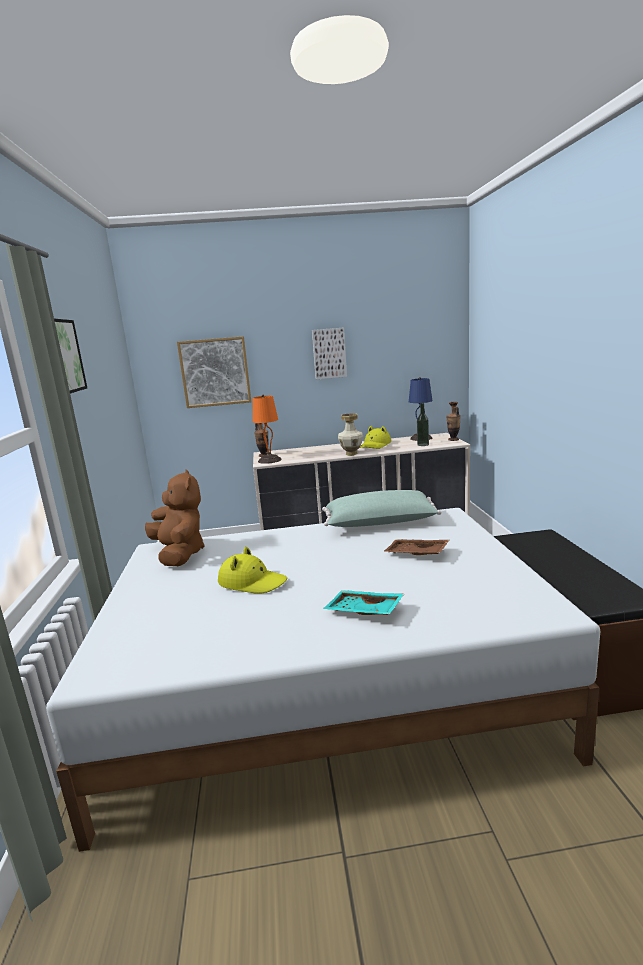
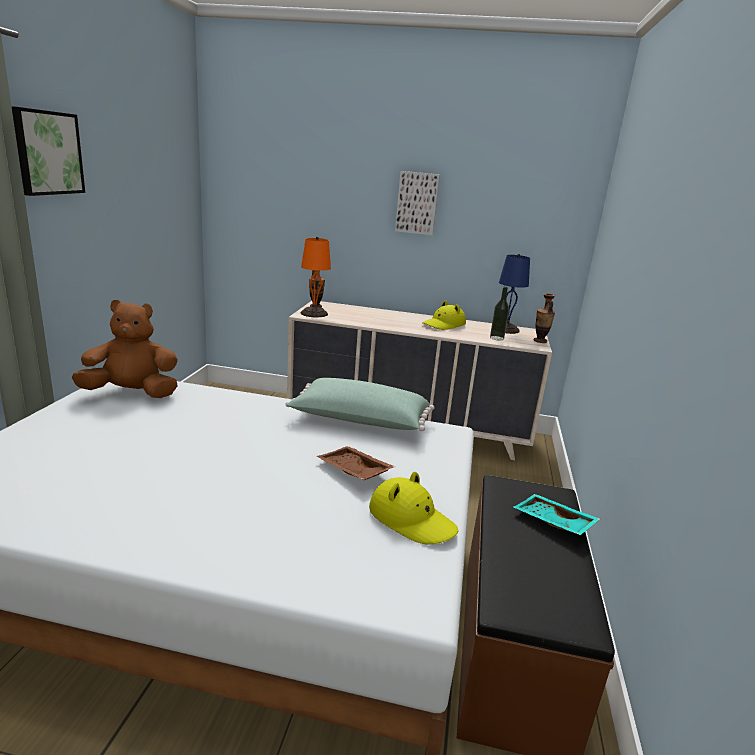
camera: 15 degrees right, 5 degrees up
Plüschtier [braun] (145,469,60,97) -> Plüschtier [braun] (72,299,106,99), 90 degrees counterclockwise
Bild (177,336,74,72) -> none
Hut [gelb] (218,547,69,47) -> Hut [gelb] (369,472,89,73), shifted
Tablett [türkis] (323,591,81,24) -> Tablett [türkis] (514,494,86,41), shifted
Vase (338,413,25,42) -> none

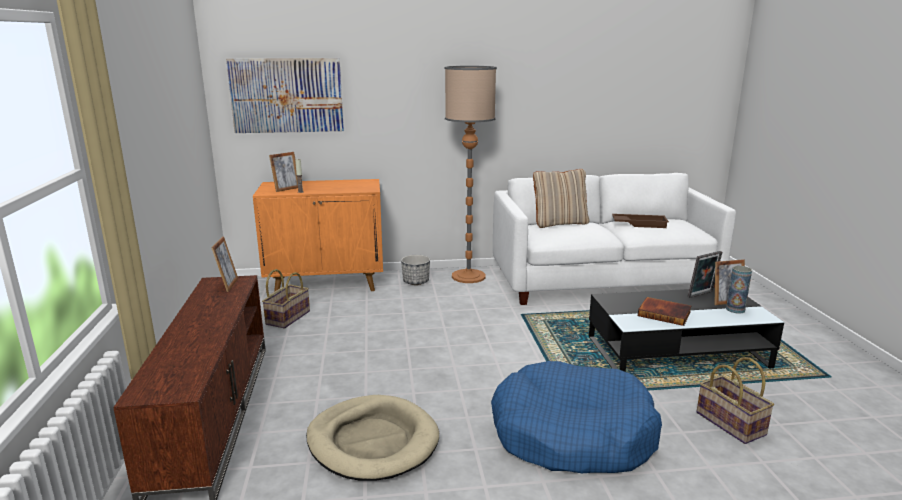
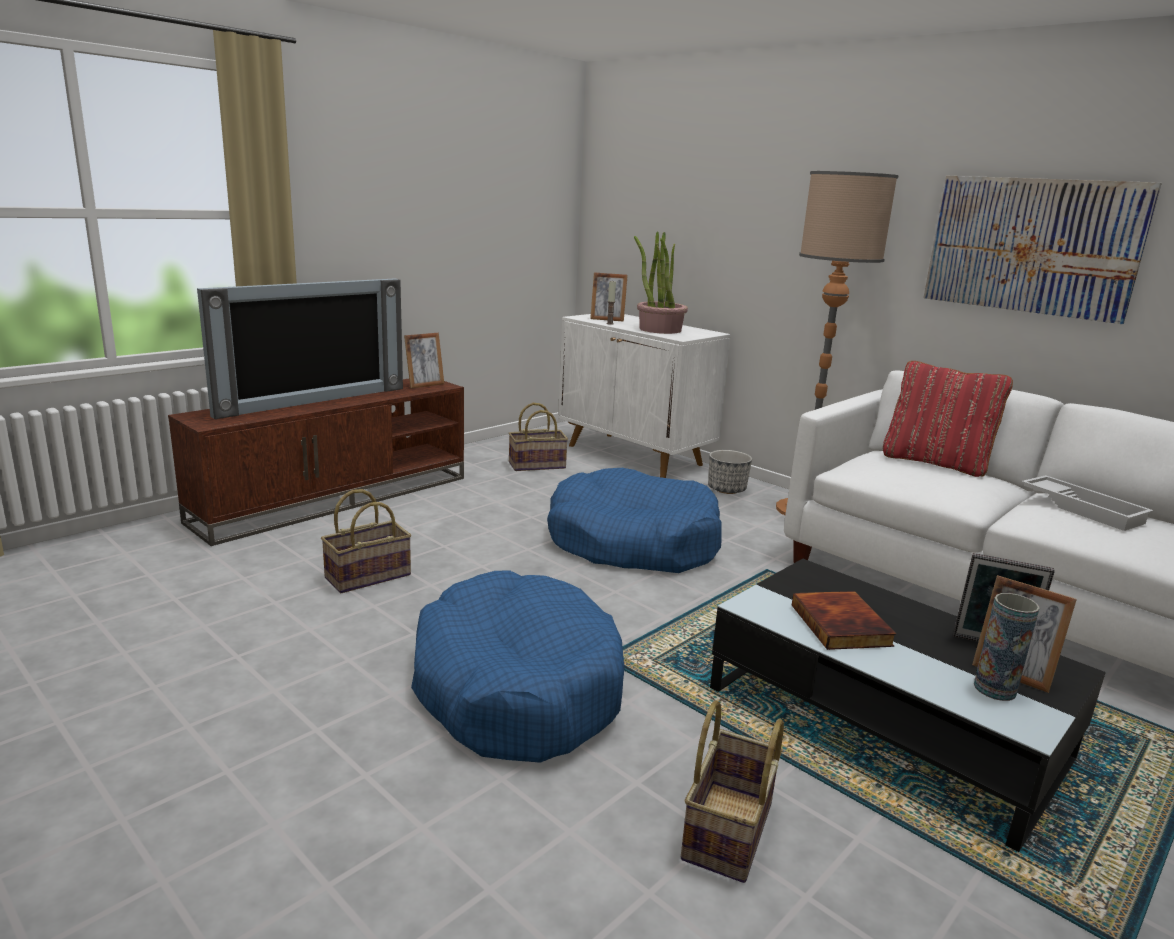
camera: 50 degrees right, 0 degrees up
Bild (226,58,118,75) -> Bild (923,176,239,148), shifted
Schrank [orange] (253,179,130,113) -> Schrank [weiß] (558,314,173,164)
Hundebett [beige] (306,395,133,86) -> Korb (321,489,90,104)
Kissen [beige] (533,169,57,59) -> Kissen [rot] (883,361,130,116)
Tablett [braun] (612,214,57,14) -> Tablett [weiß] (1021,475,133,56)
none -> Fernseher (197,278,206,141)
none -> Hundebett [blau] (547,468,175,105)
none -> Topfpflanze (634,231,54,103)

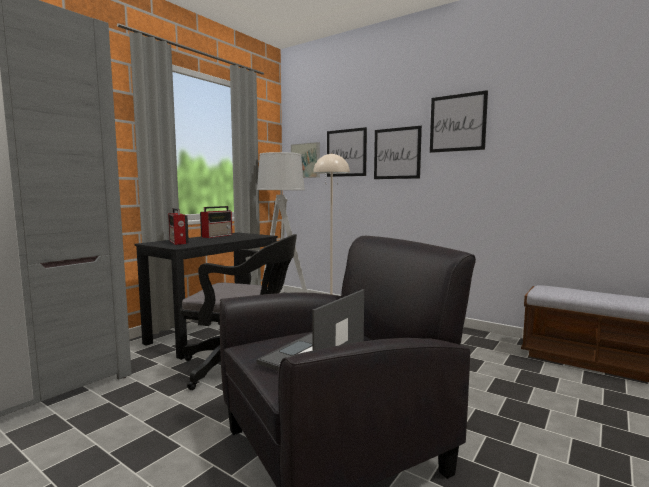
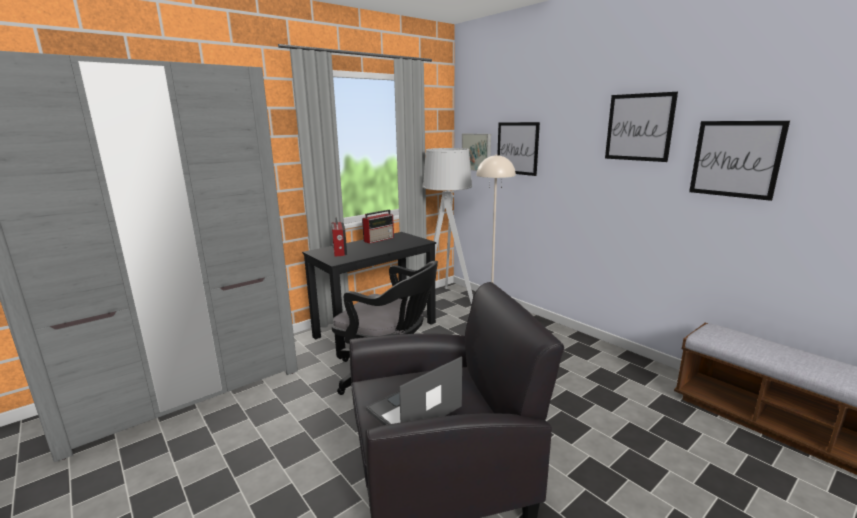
camera: 15 degrees right, 10 degrees up
Bild (374,126,48,53) -> Bild (689,121,101,80), shifted

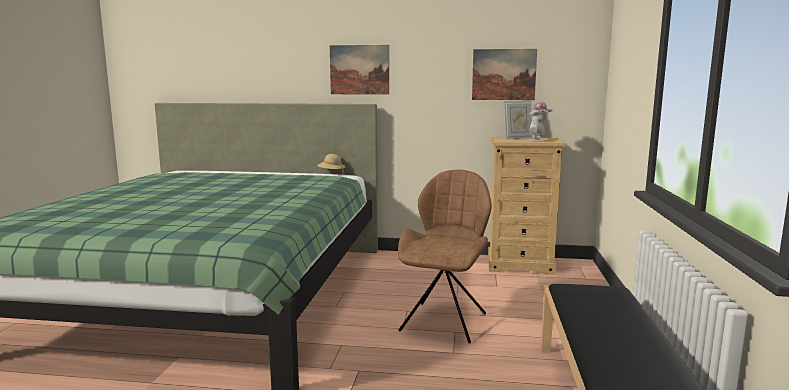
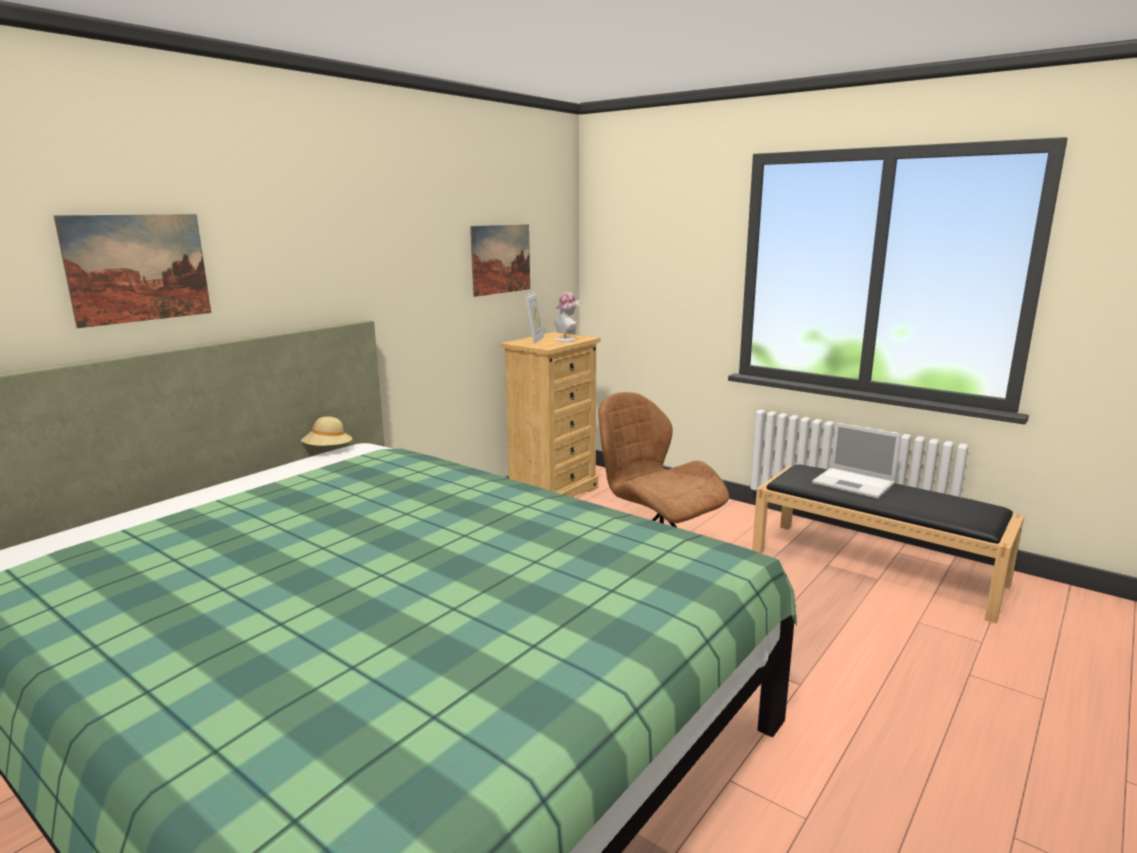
camera: 60 degrees left, 5 degrees up
Bild (330,45,59,50) -> Bild (54,214,157,114), shifted
none -> Laptop (812,423,89,76)

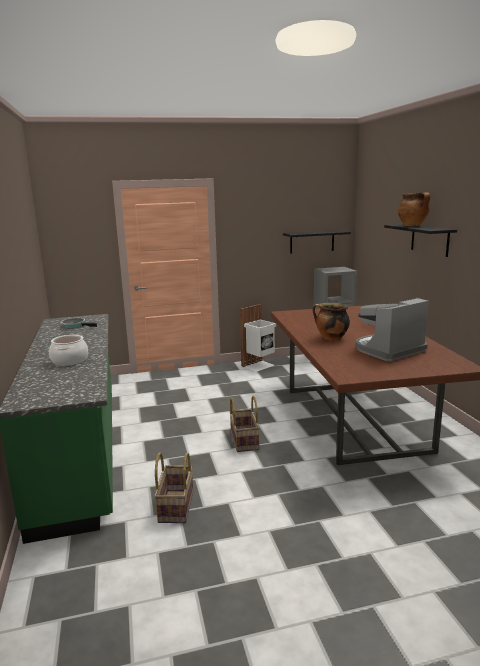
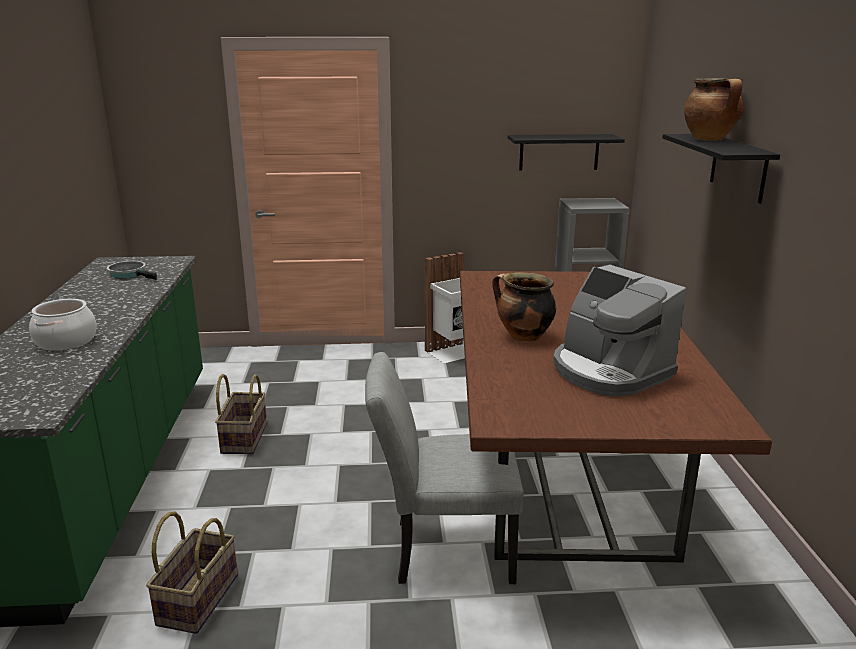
camera: 10 degrees right, 5 degrees up
Korb (229,395,31,57) -> Korb (215,374,52,80), shifted
Kaffeemaschine (355,297,74,64) -> Kaffeemaschine (553,265,133,131), 105 degrees counterclockwise
none -> Stuhl [grau] (365,352,159,232)

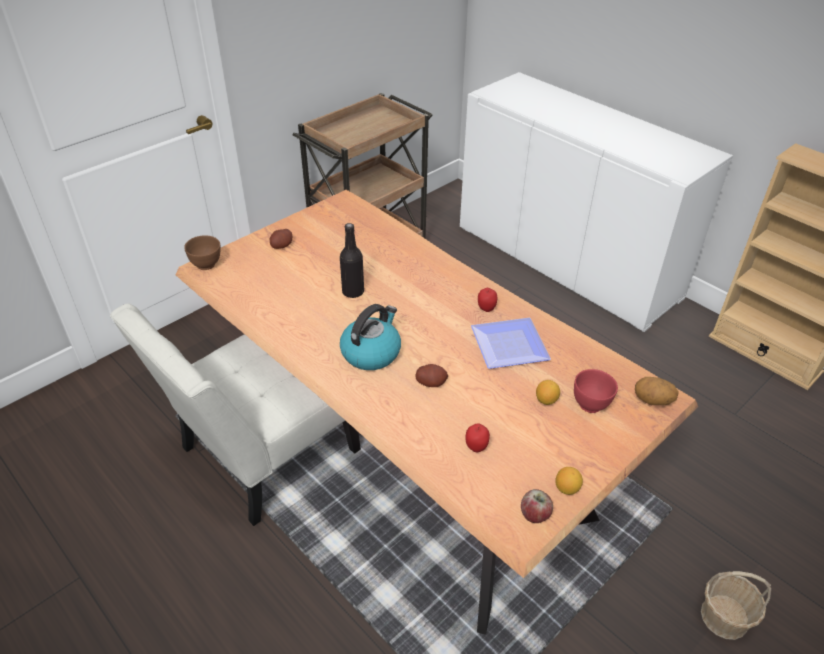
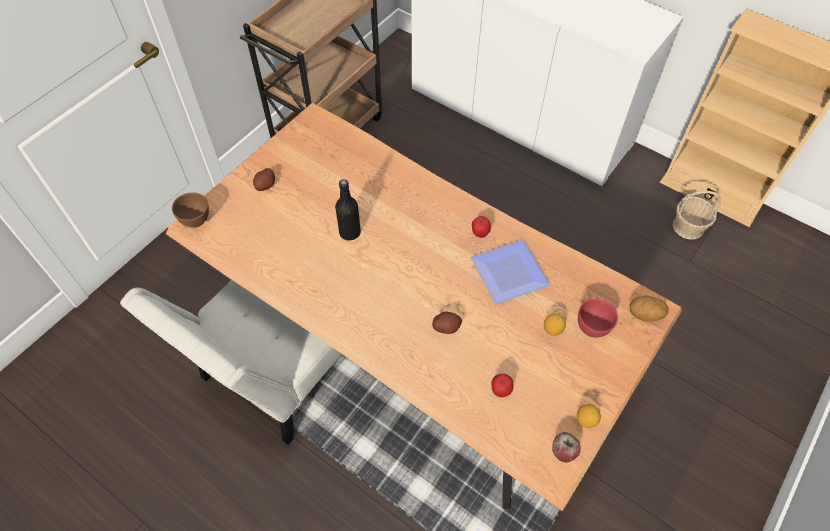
camera: 10 degrees left, 15 degrees up
Wasserkessel (340,304,61,66) -> none
Korb (701,571,70,69) -> Korb (673,191,48,49), shifted

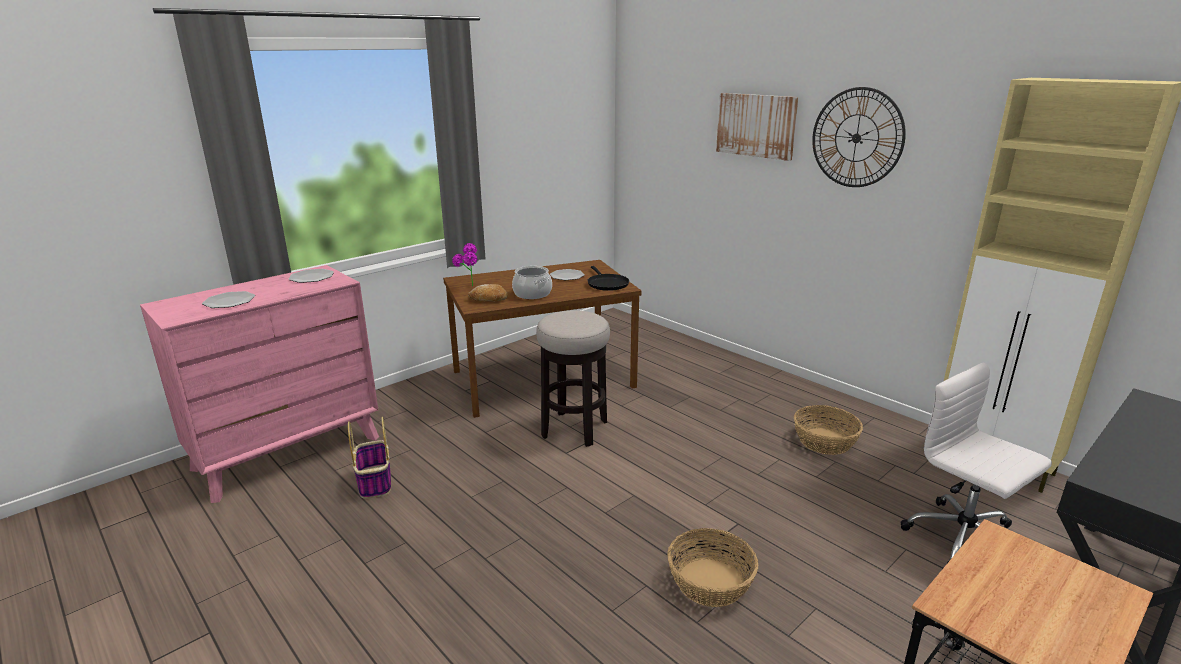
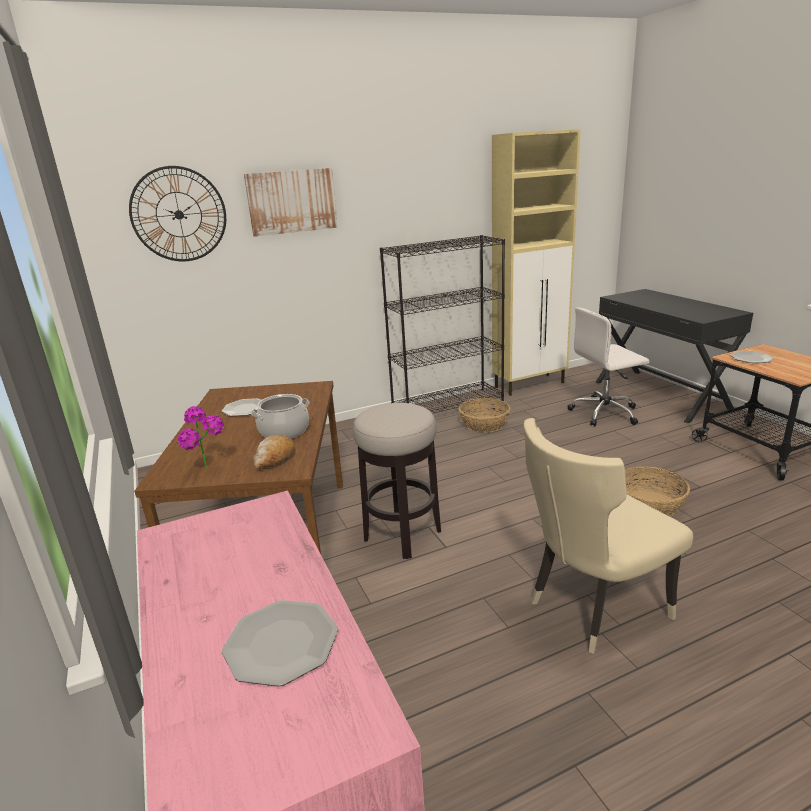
camera: 70 degrees left, 0 degrees up
Teller (289,269,45,14) -> Teller (730,351,44,12), shifted
Korb (348,417,43,82) -> none
Pfanne [schwarz] (587,266,42,25) -> none
Wanduhr (812,87,94,100) -> Wanduhr (129,166,97,95), shifted
none -> Bücherregal [schwarz] (380,235,125,178)
none -> Stuhl [beige] (524,418,169,236)

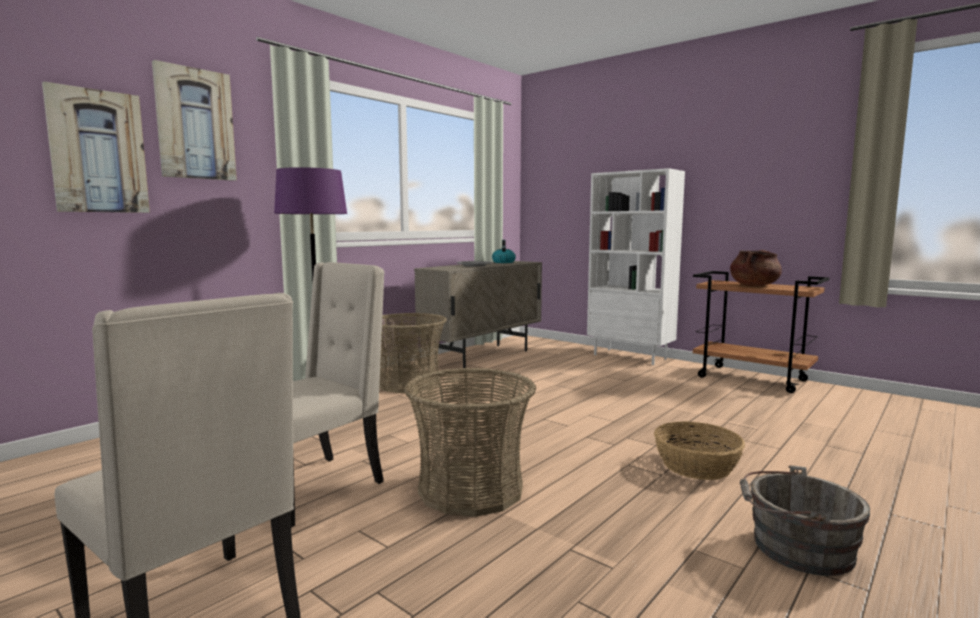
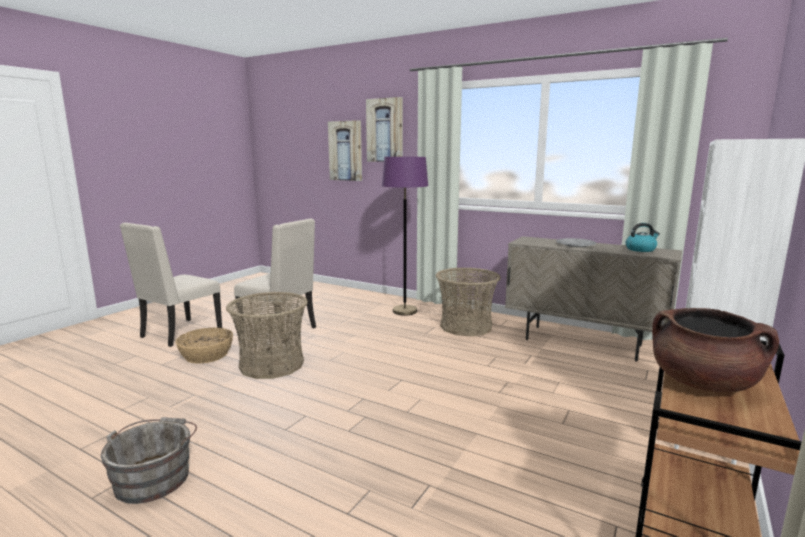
camera: 80 degrees right, 5 degrees up
Korb (654,422,91,58) -> Korb (175,327,58,36), shifted

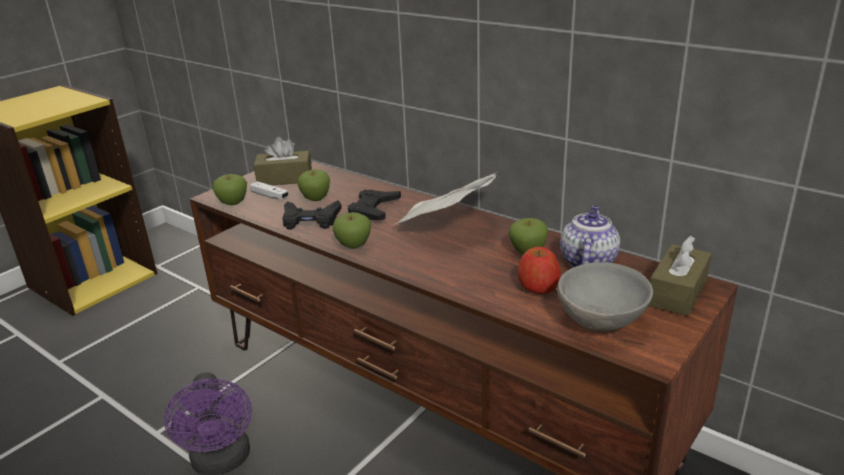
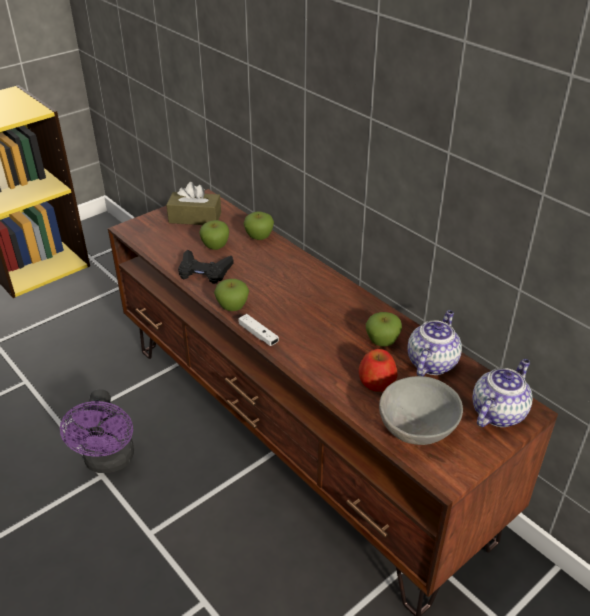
camera: 10 degrees right, 10 degrees up
Apfel (212,174,35,31) -> Apfel (243,211,31,29), shifted
Gamepad [weiß] (250,181,39,18) -> Gamepad [weiß] (238,314,41,32), shifted
Gamepad [schwarz] (348,190,53,30) -> none
Zeitung (395,172,102,52) -> none
Taschentuchbox [braun] (649,235,63,81) -> Teekanne (472,359,61,68)

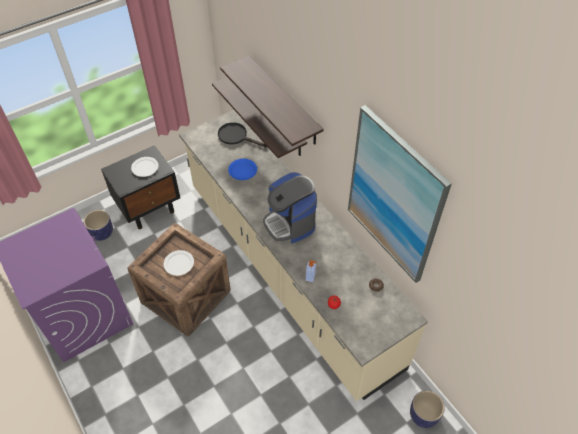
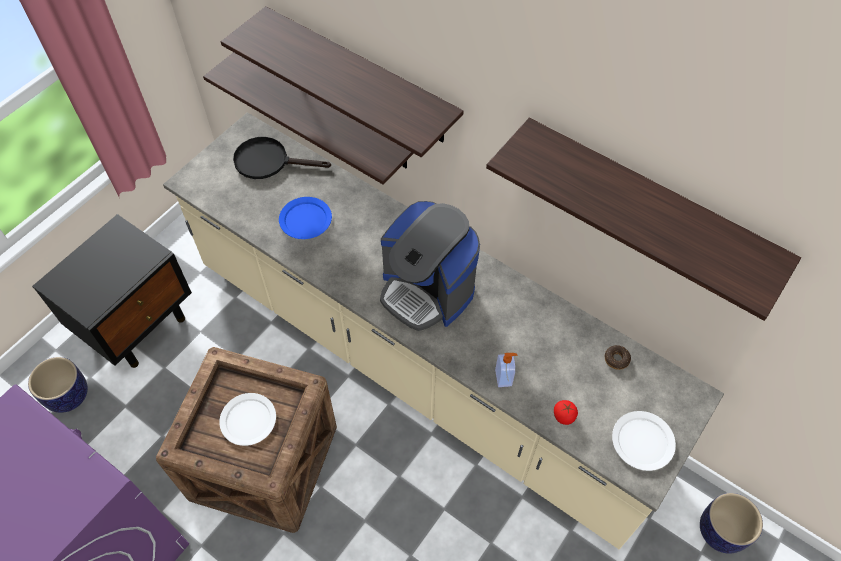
camera: 20 degrees left, 5 degrees up
Teller [weiß] (131,157,27,20) -> Teller [weiß] (612,411,64,60), shifted
Bild (348,105,104,178) -> Wandregal (486,118,315,203)

